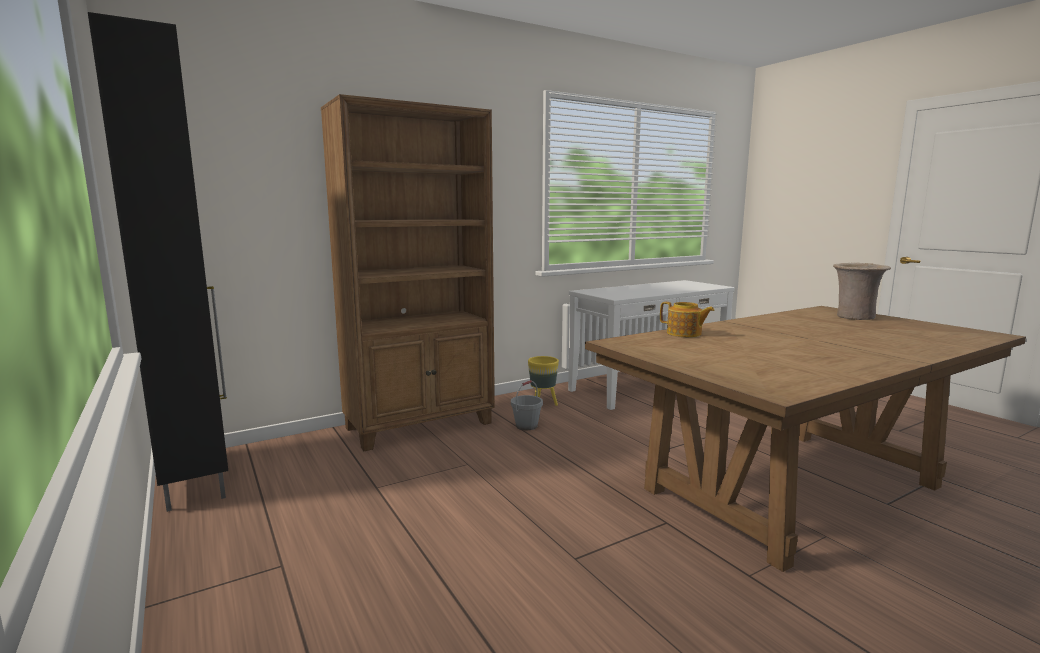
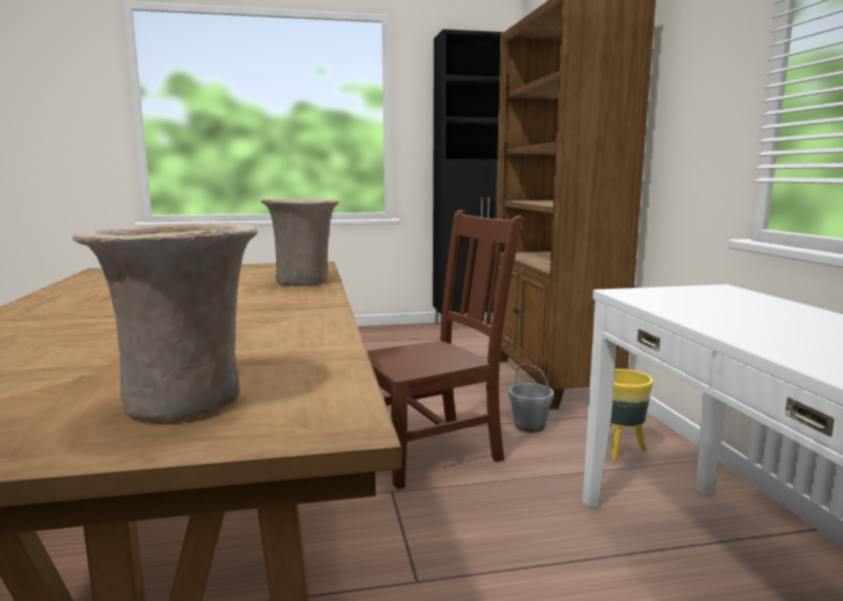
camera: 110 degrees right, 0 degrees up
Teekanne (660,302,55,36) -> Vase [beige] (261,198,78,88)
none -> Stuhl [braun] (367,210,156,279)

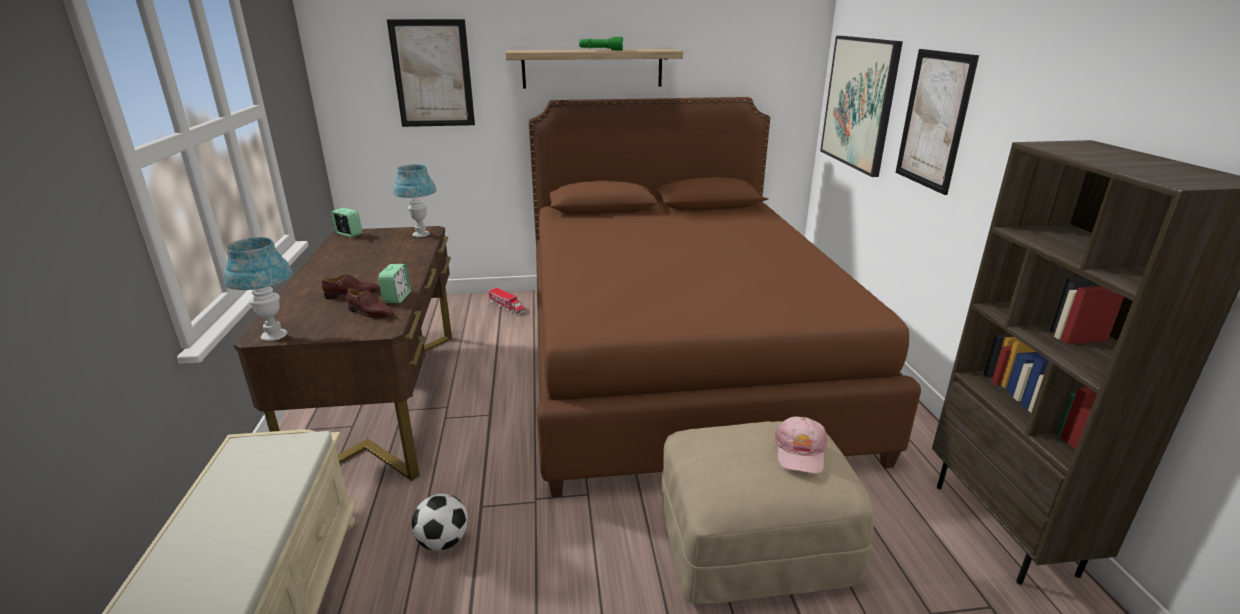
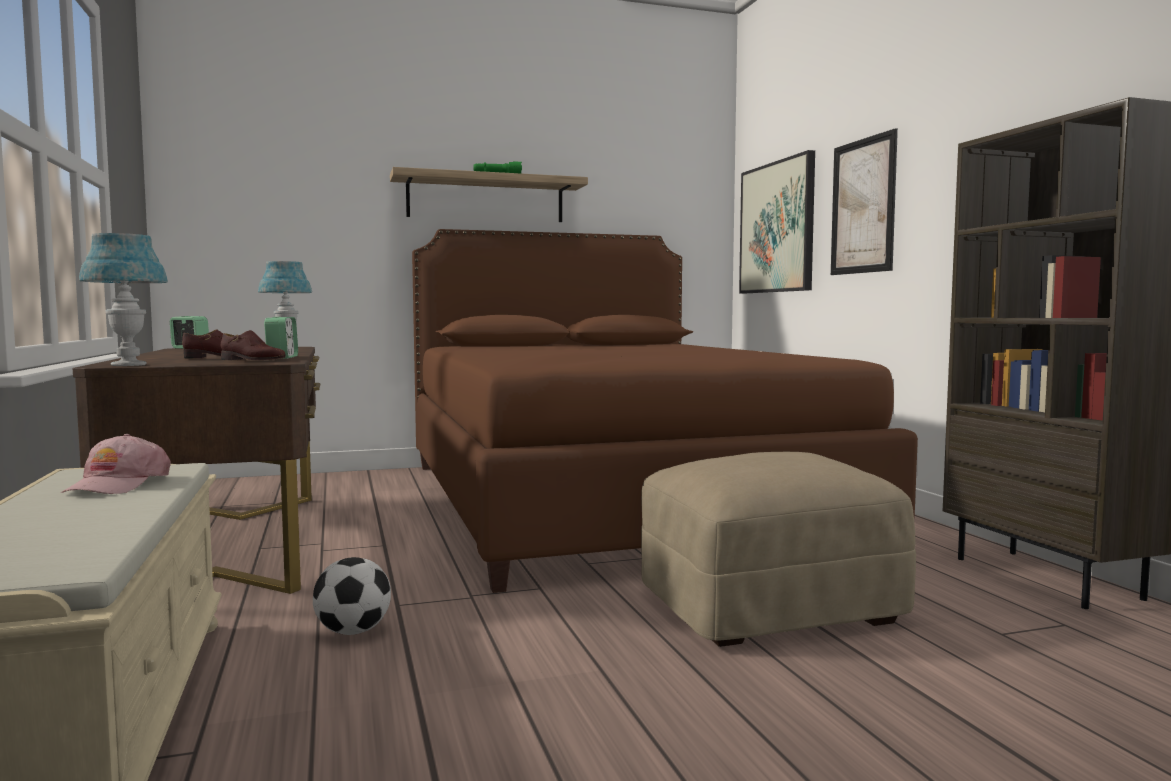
camera: 10 degrees left, 20 degrees down
Bild (387,19,88,108) -> none
Spielzeuglaster (488,288,37,26) -> none
Kappe [rosa] (775,417,52,57) -> Kappe [rosa] (61,434,110,60), shifted

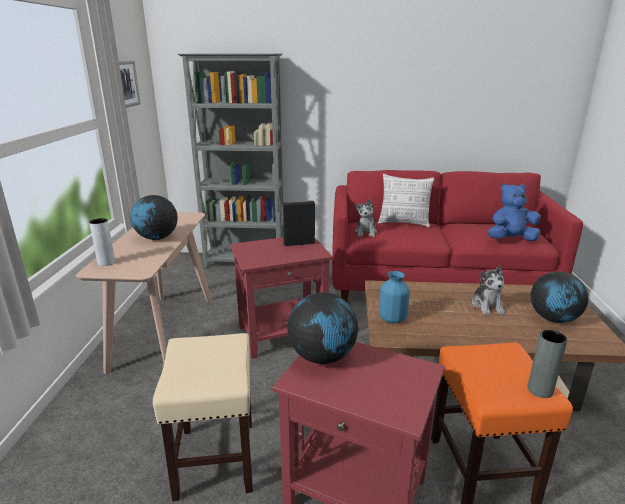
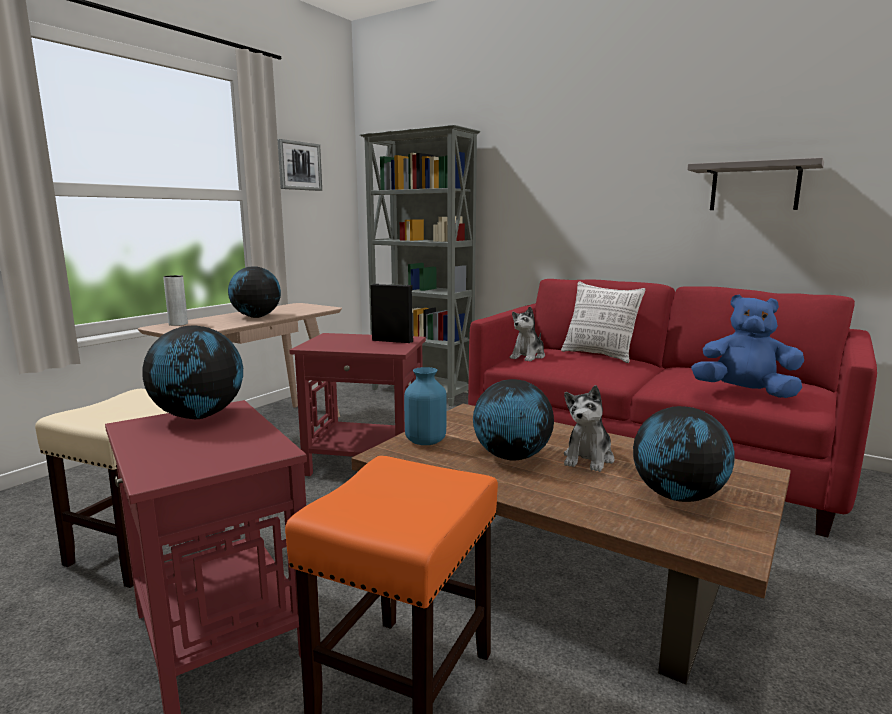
camera: 30 degrees right, 10 degrees down
Vase [grau] (528,330,39,68) -> none
none -> Globus (473,379,81,82)
none -> Wandregal [grau] (687,158,137,52)

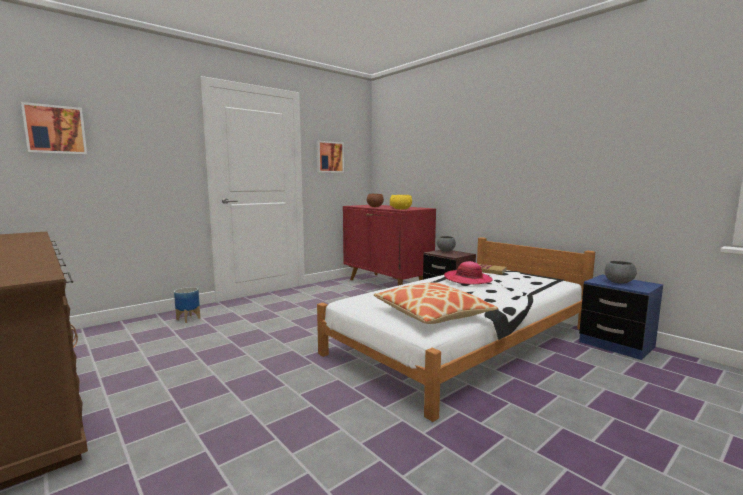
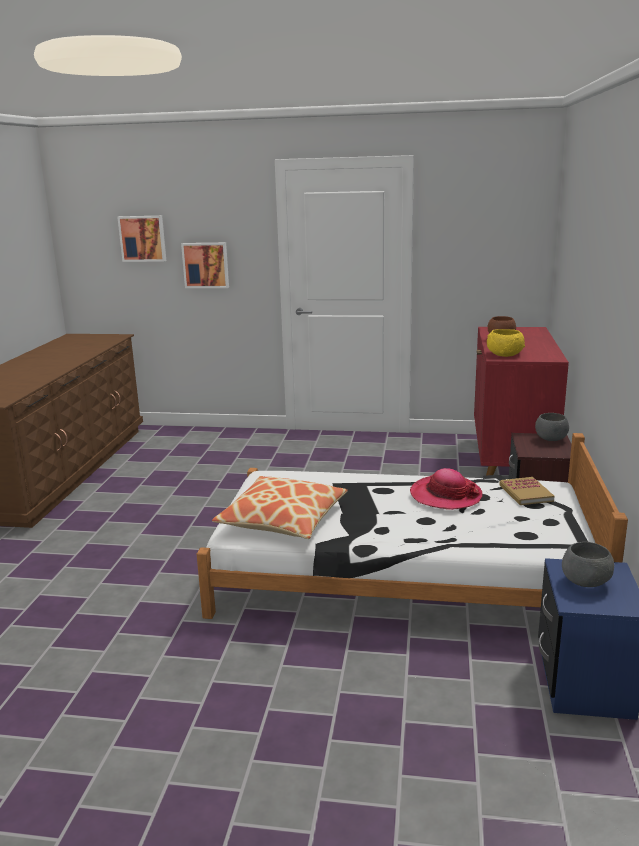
camera: 50 degrees right, 10 degrees up
Pflanzkübel (174,287,26,36) -> none
Bild (316,141,28,32) -> Bild (181,243,48,45), shifted

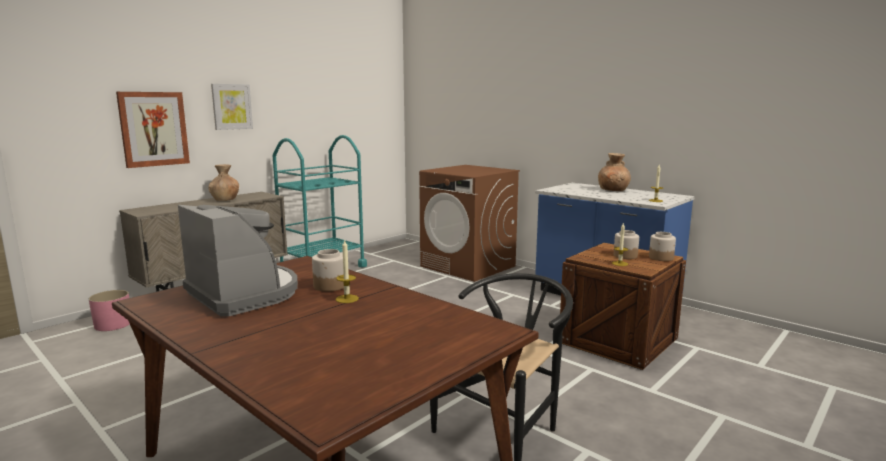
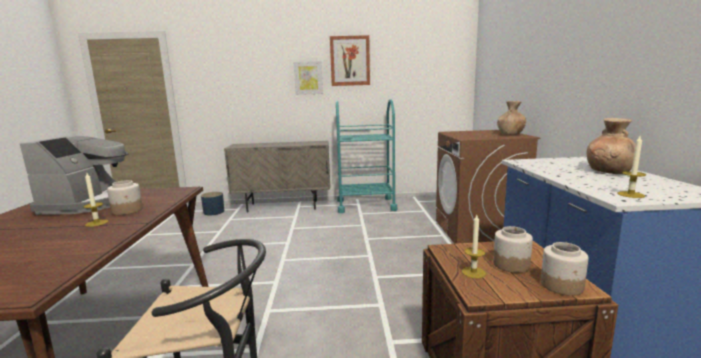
camera: 45 degrees right, 0 degrees up
Pflanzkübel [rosa] (89,290,41,41) -> Pflanzkübel [blau] (201,192,23,23)
Bild (116,92,74,76) -> Bild (330,35,40,51), shifted
Vase [braun] (209,164,30,37) -> Vase [braun] (497,101,29,34), shifted

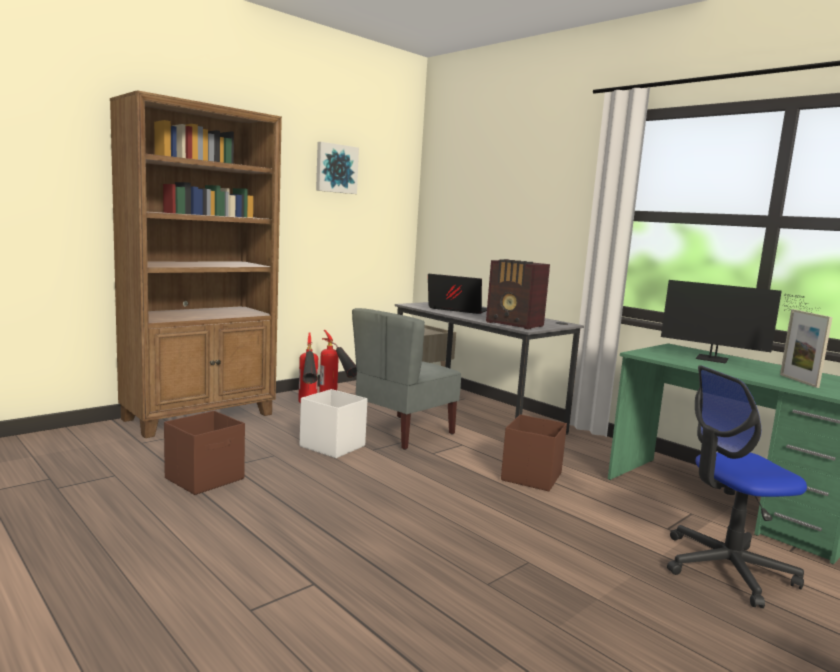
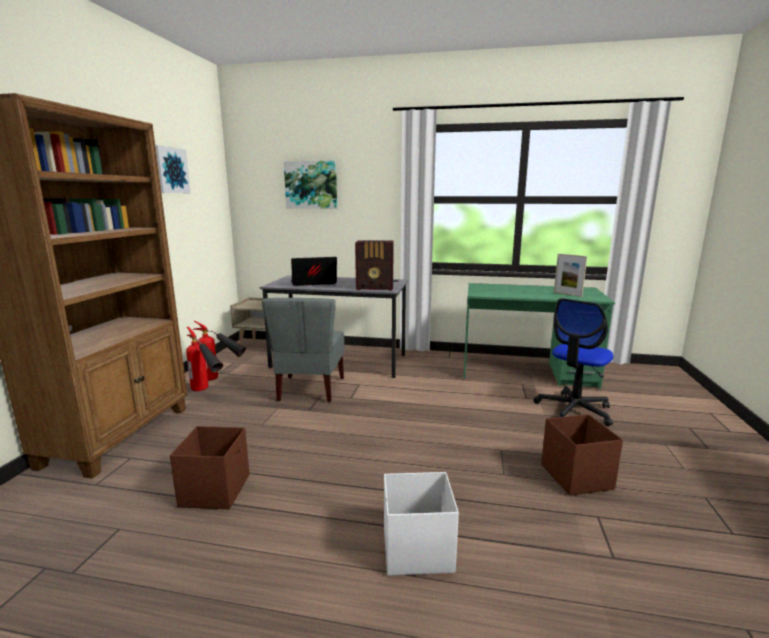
camera: 35 degrees left, 5 degrees up
Aufbewahrungsbox [weiß] (300,389,68,69) -> Aufbewahrungsbox [weiß] (384,472,75,104), shifted
Aufbewahrungsbox [braun] (501,414,66,77) -> Aufbewahrungsbox [braun] (541,414,82,81), shifted
Monitor (661,280,160,84) -> none
none -> Bild (284,161,53,48)

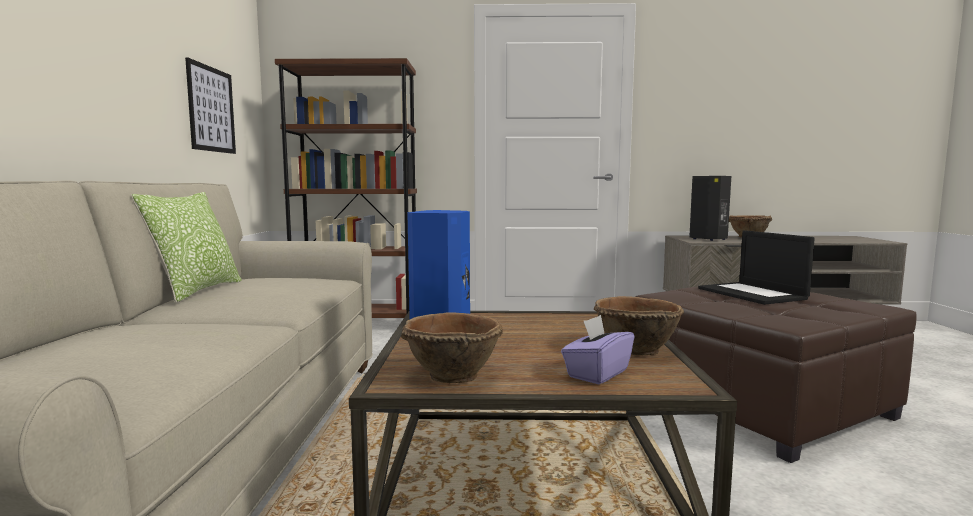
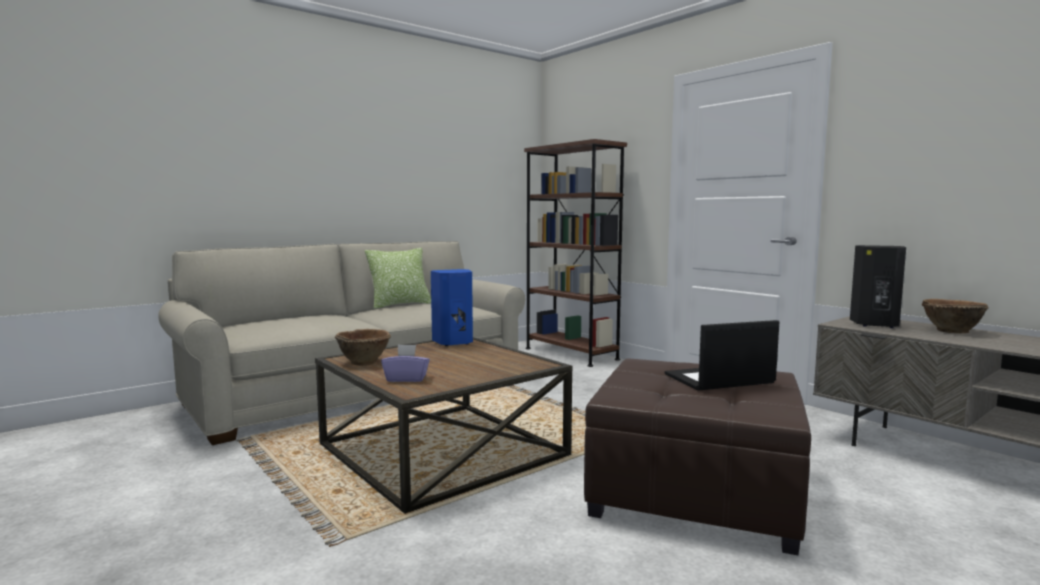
camera: 50 degrees right, 0 degrees up
Bild (185,57,51,97) -> none
Schüssel [braun] (594,296,90,60) -> none
Laptop (698,230,117,75) -> Laptop (665,320,114,71), 45 degrees clockwise

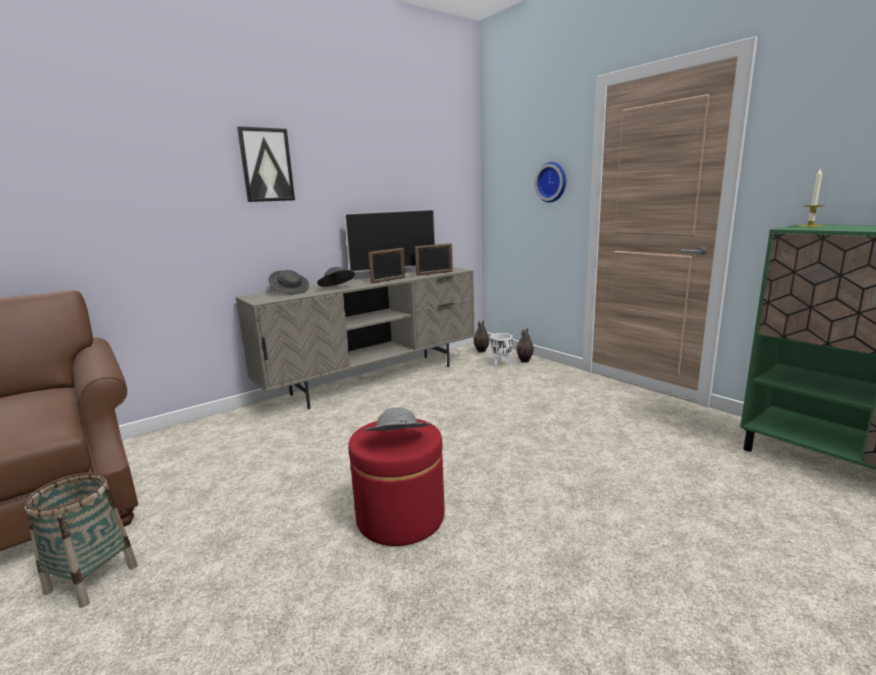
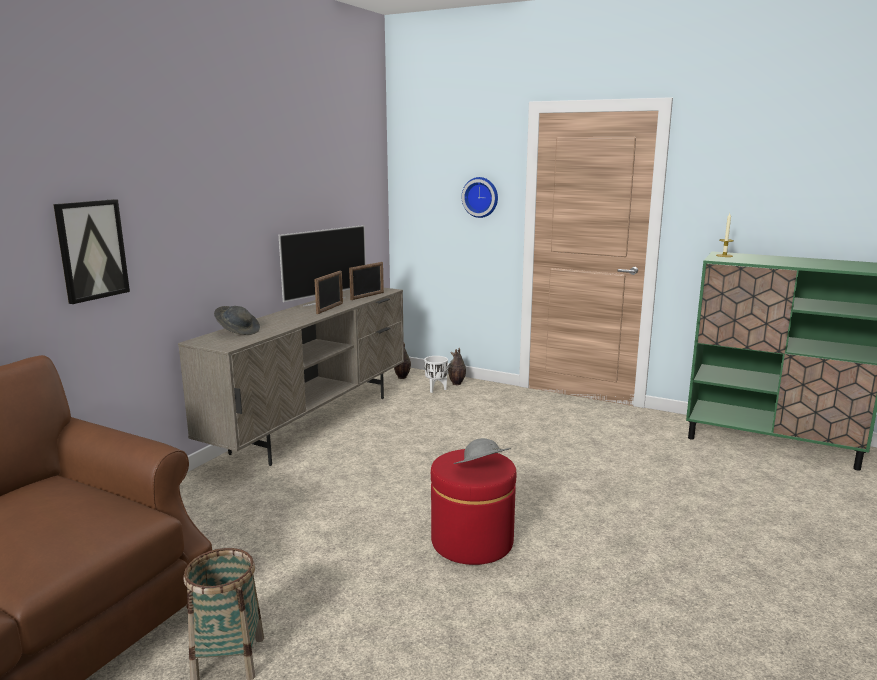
camera: 25 degrees left, 0 degrees up
Bild (237,126,58,76) -> Bild (53,199,77,105), shifted
Hut [grau] (317,267,38,20) -> none

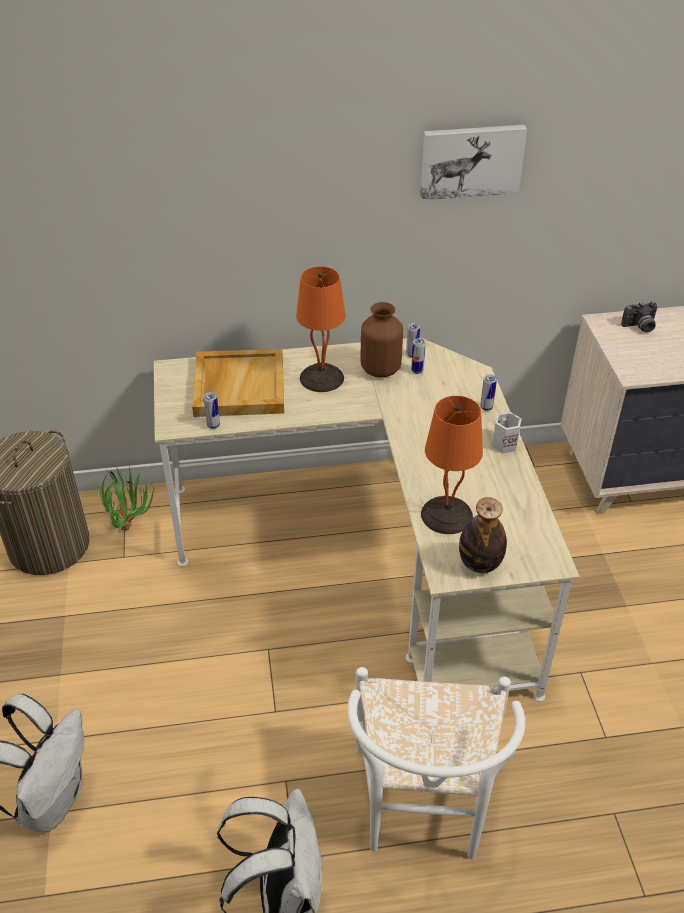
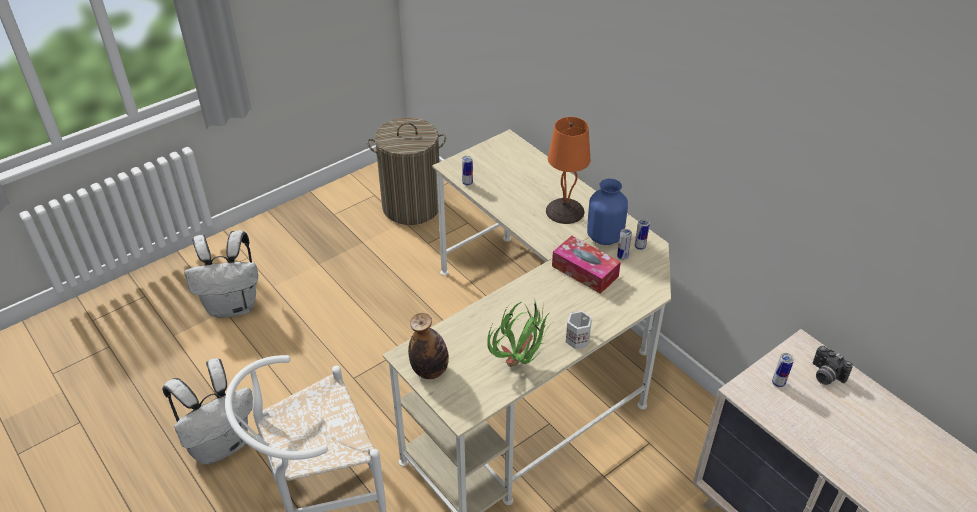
camera: 60 degrees right, 0 degrees up
Topfpflanze (100,467,55,64) -> Topfpflanze (487,301,66,66), shifted
Tablett [beige] (192,349,92,68) -> none
Vase [braun] (361,302,42,75) -> Vase [blau] (587,179,41,66)
Bild (420,125,107,75) -> none
Tischlampe [orange] (421,396,62,138) -> none
Dose (480,374,17,37) -> Dose (772,353,22,34), shifted
none -> Taschentuchbox (552,236,69,58)

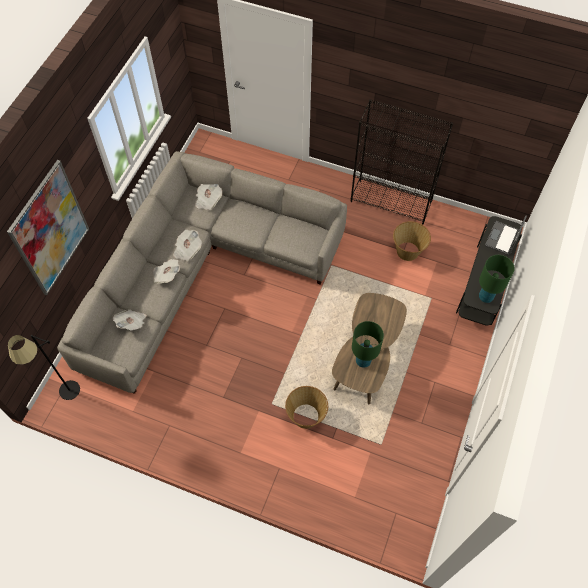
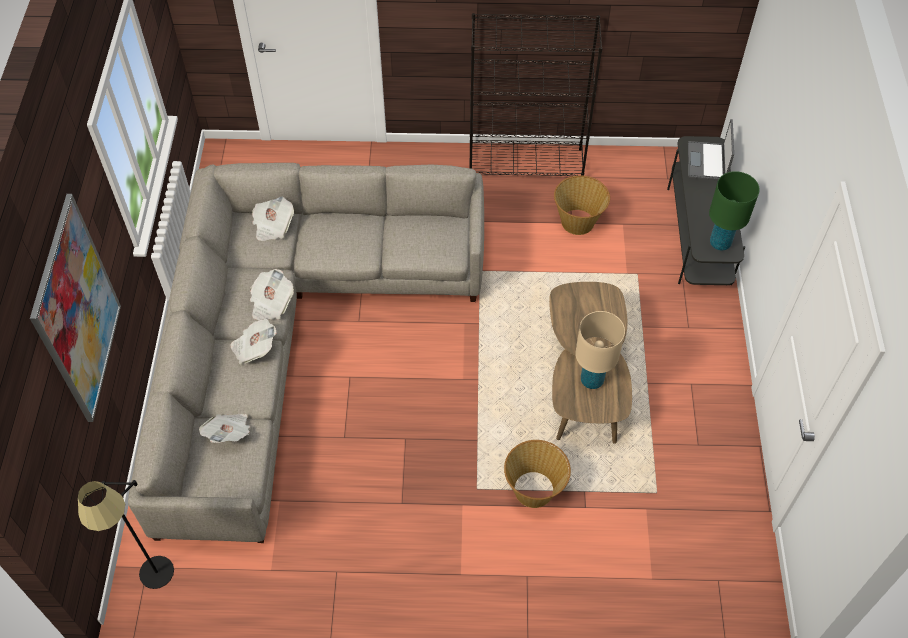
camera: 20 degrees left, 5 degrees down
Tischlampe [grün] (352,321,32,47) -> Tischlampe [beige] (575,311,50,78)

